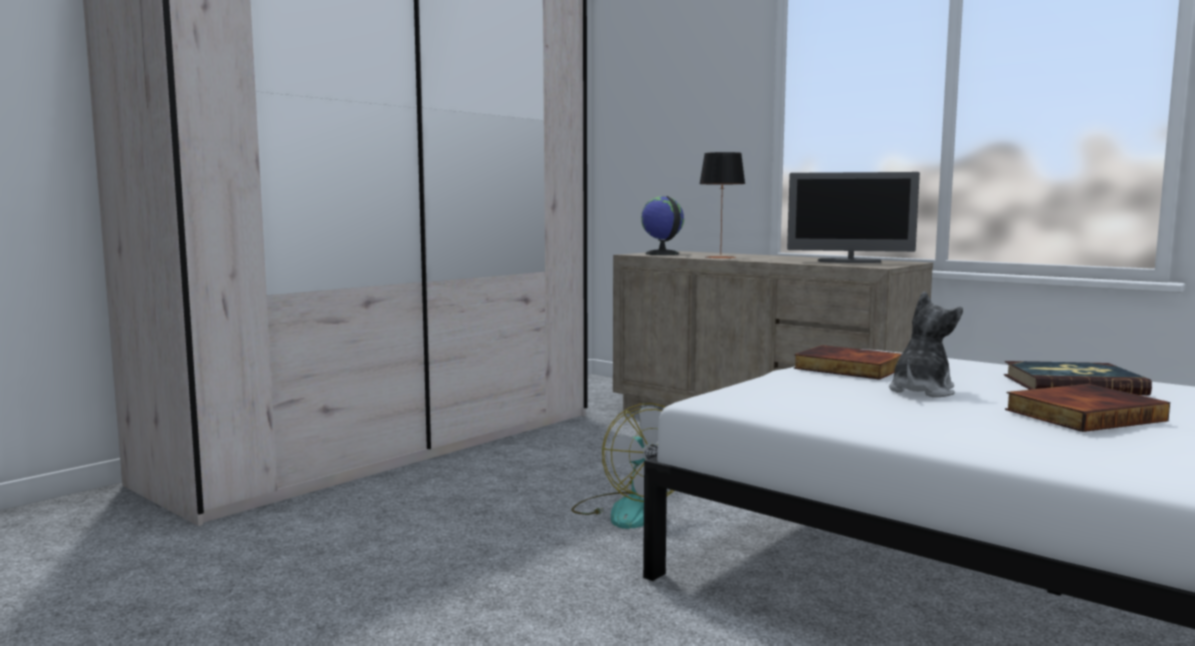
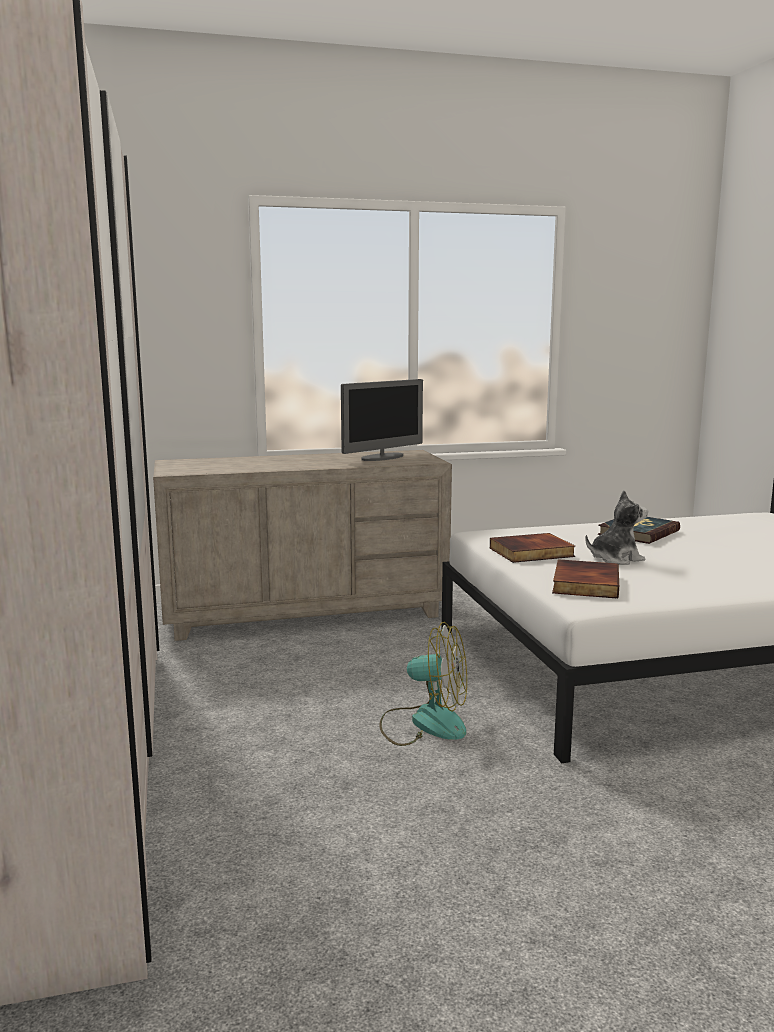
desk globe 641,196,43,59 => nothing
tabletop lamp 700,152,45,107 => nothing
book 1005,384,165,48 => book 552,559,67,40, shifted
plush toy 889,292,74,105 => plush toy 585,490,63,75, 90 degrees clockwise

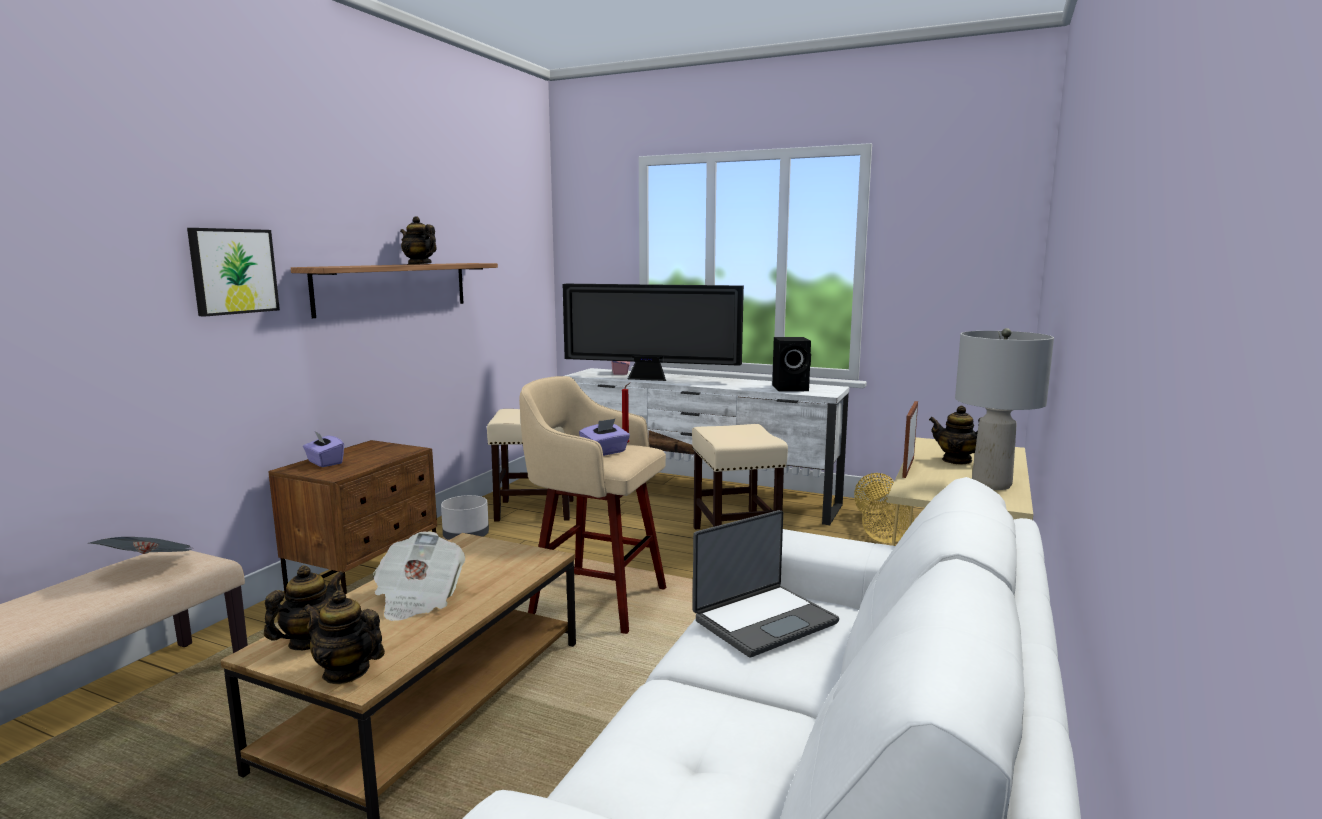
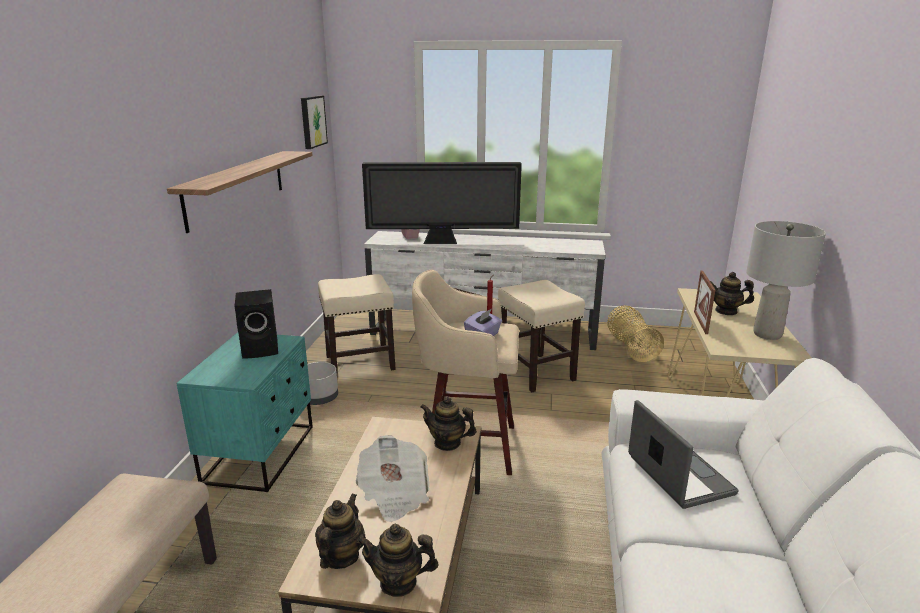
printed paper 88,537,104,17 => nothing
purplish tissue box 303,432,41,35 => nothing
wall picture 187,228,93,89 => wall picture 301,96,27,53, shifted
tea pot 400,216,37,49 => tea pot 420,396,57,55, shifted
blackish loudspeaker 772,337,39,55 => blackish loudspeaker 234,289,44,70, shifted
brown-coloured night table 268,440,169,154 => turquoise-coloured night table 176,332,137,160
portable computer 693,510,146,147 => portable computer 628,400,111,109, 60 degrees counterclockwise

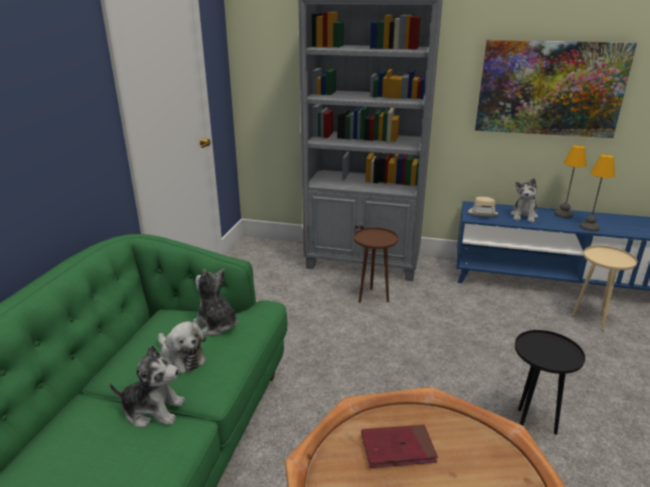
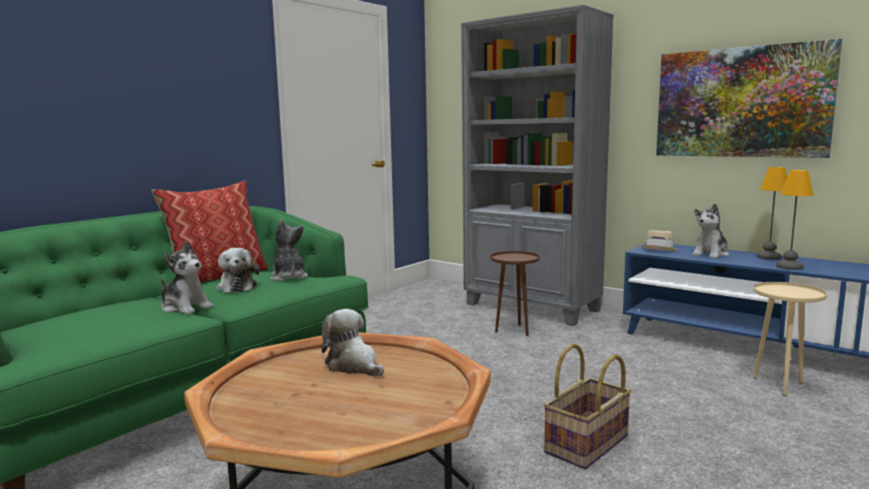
nothing => cushion 151,181,117,102
red-coloured book 361,425,77,43 => plush toy 321,309,63,68
blackish side table 515,330,70,105 => household basket 544,343,87,126

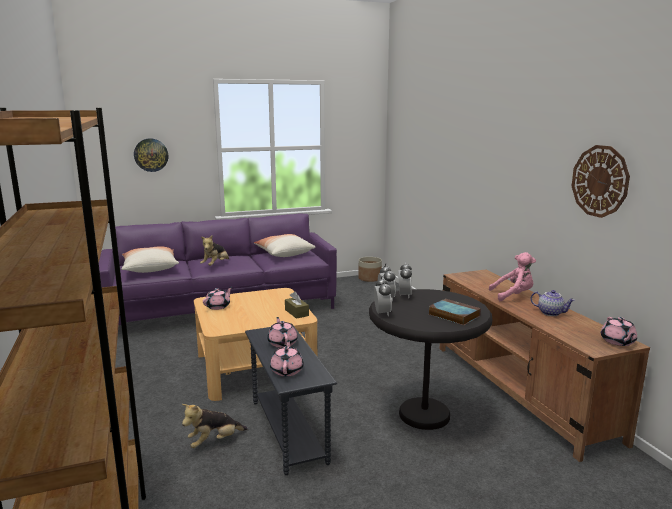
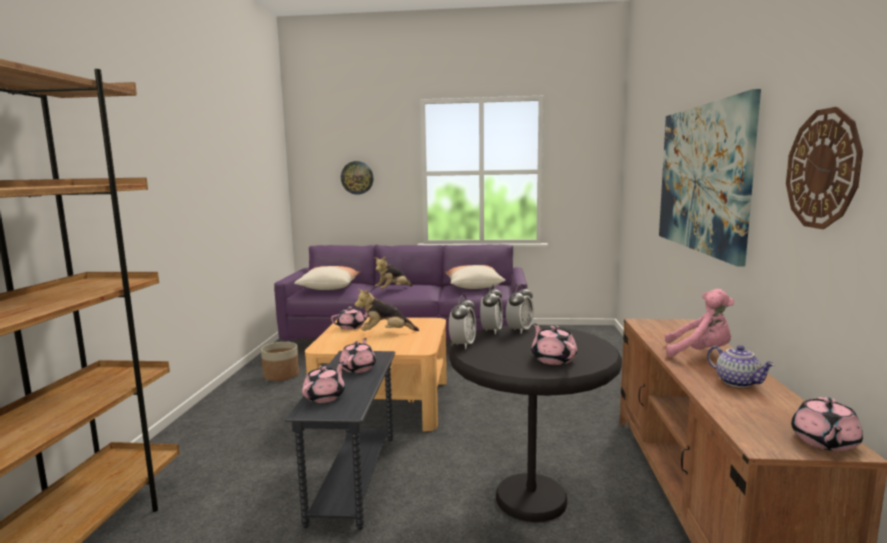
brown-coloured tissue box 285,292,24,27 => nothing
nothing => wall picture 659,89,102,178
plush toy 182,404,66,44 => plush toy 354,289,65,42, shifted
planter 358,257,24,25 => planter 261,342,38,39, shifted
book 429,299,52,26 => pink tea pot 531,323,46,42

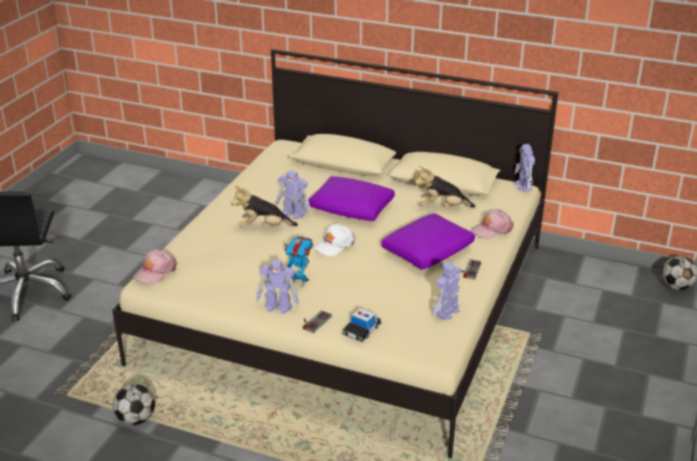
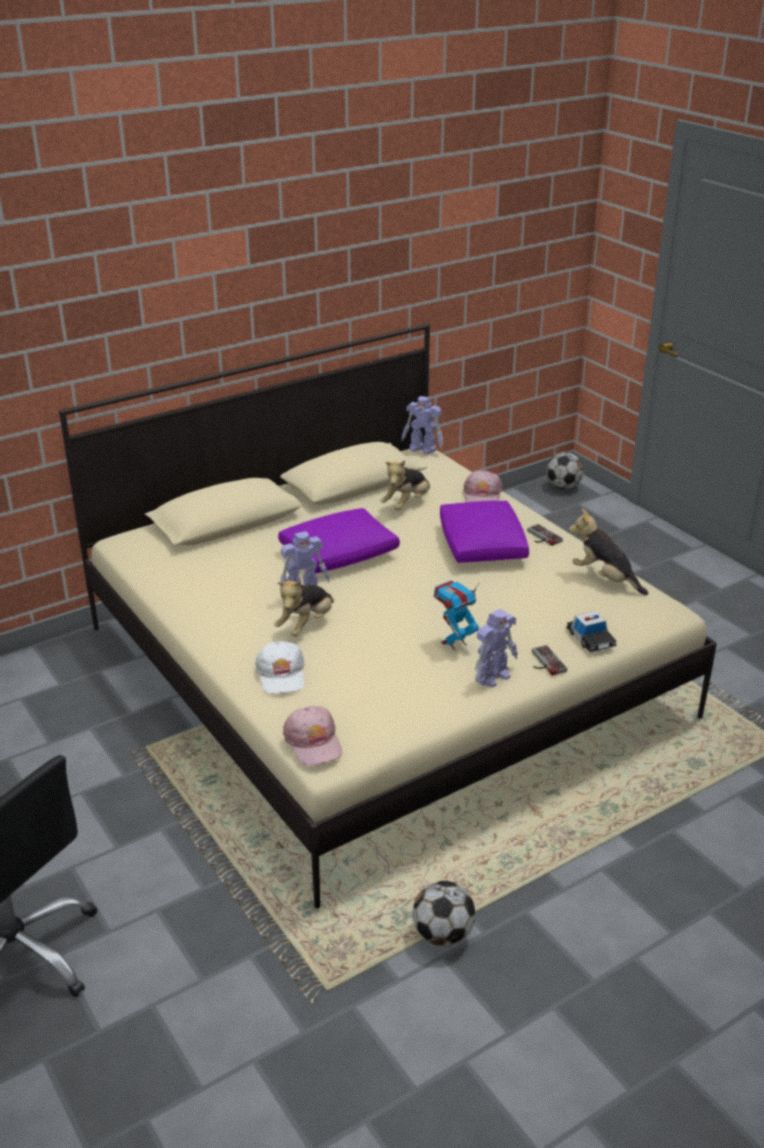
whitish peaked cap 313,223,42,33 => whitish peaked cap 255,641,50,53, shifted
robot figure 433,262,28,58 => plush toy 569,508,79,87

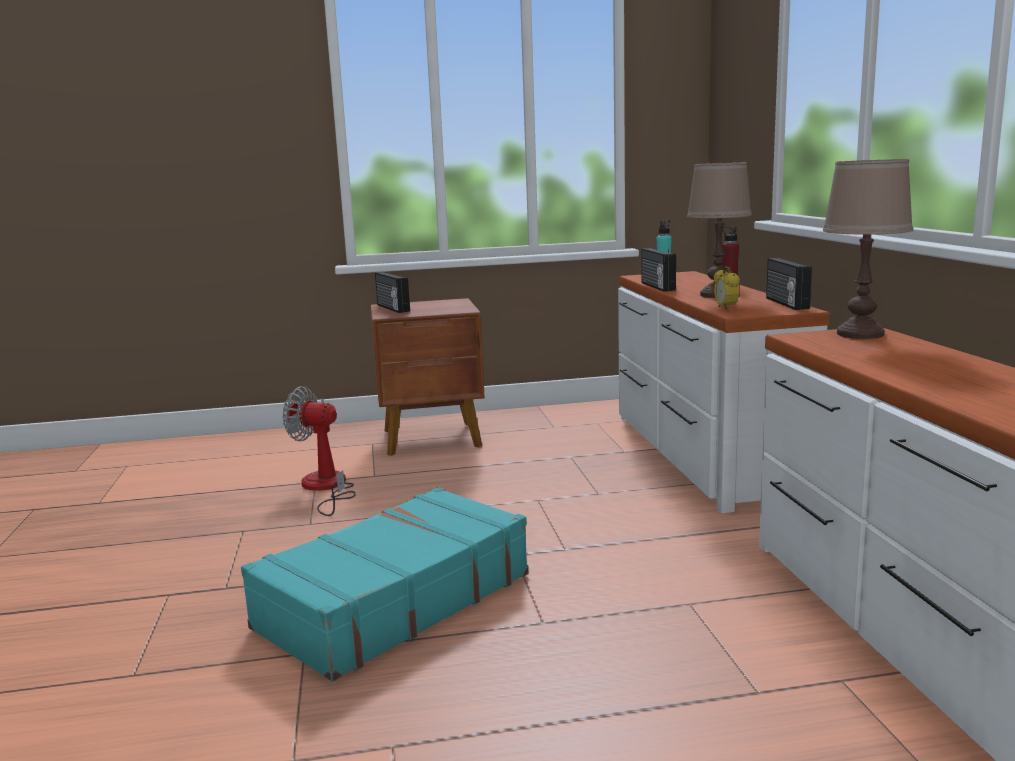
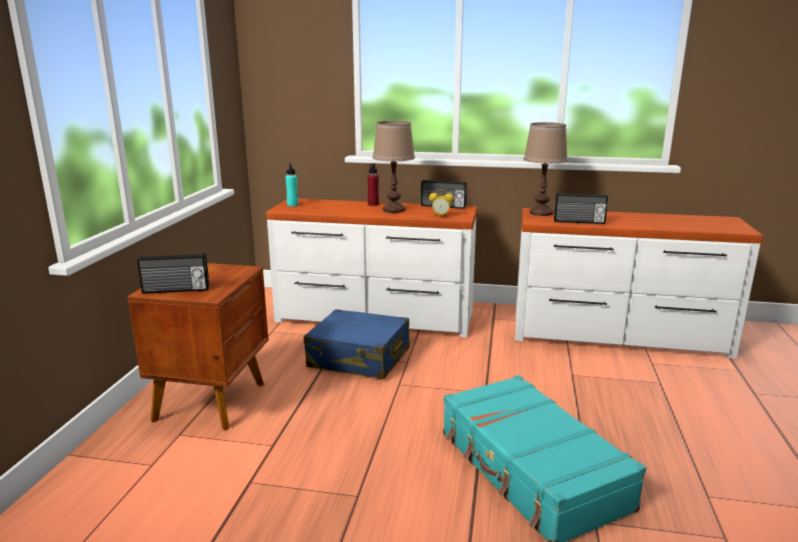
fan 283,386,73,130 => nothing
nothing => blue-coloured travel case 304,309,106,70
radio 642,248,34,44 => radio 554,193,54,31, shifted

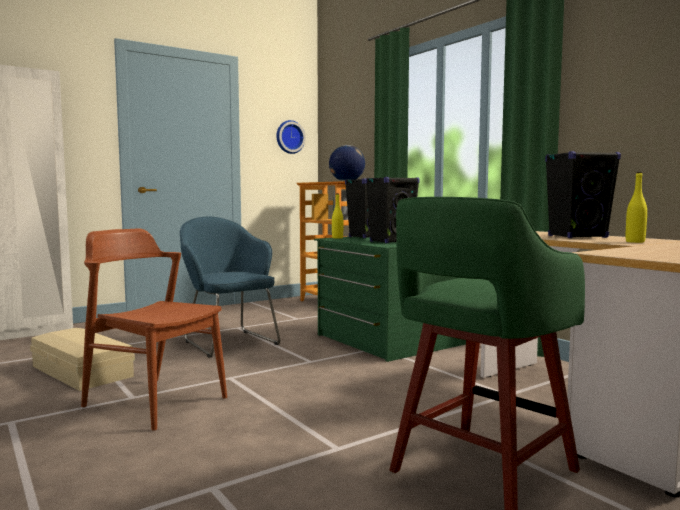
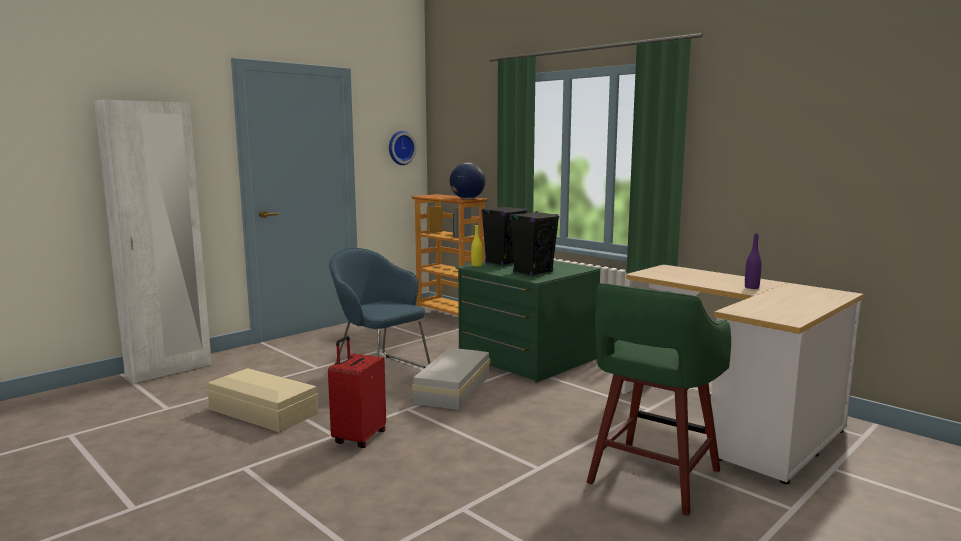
blackish loudspeaker 545,151,76,87 => nothing
nothing => whitish storage bin 412,348,78,62
brown-coloured plain chair 81,228,146,203 => red-coloured travel case 328,336,58,112
yellow beverage bottle 626,172,21,71 => purplish beverage bottle 745,233,17,56

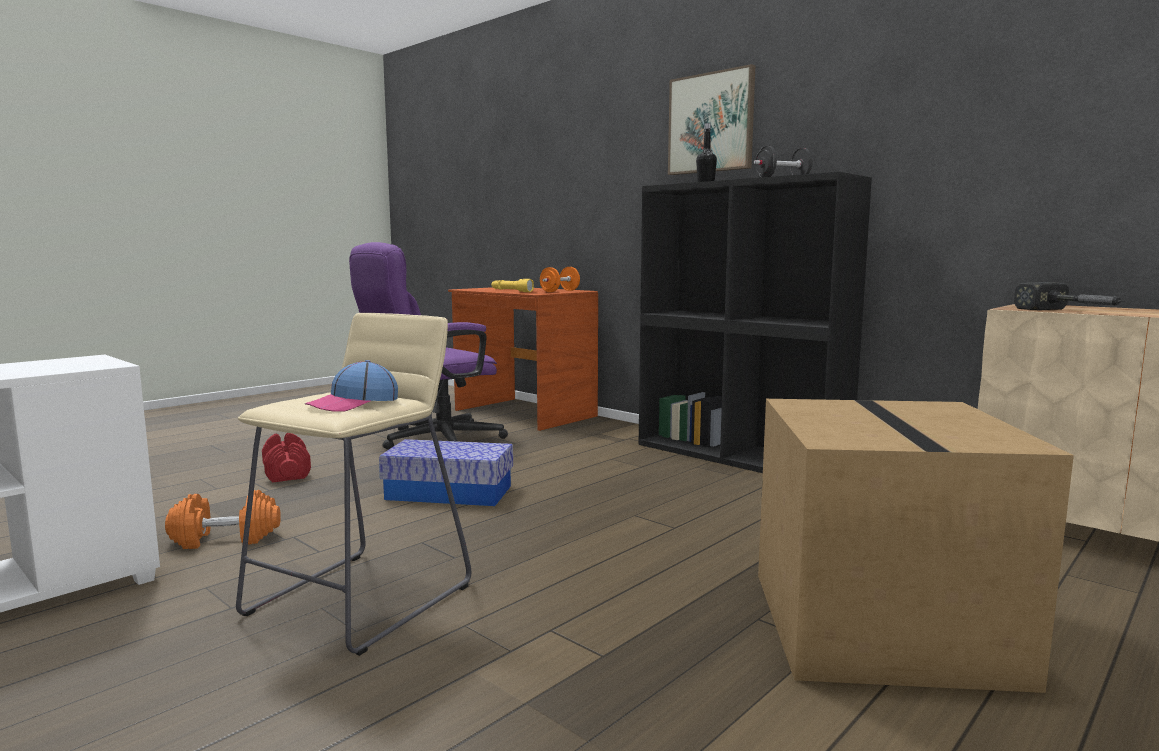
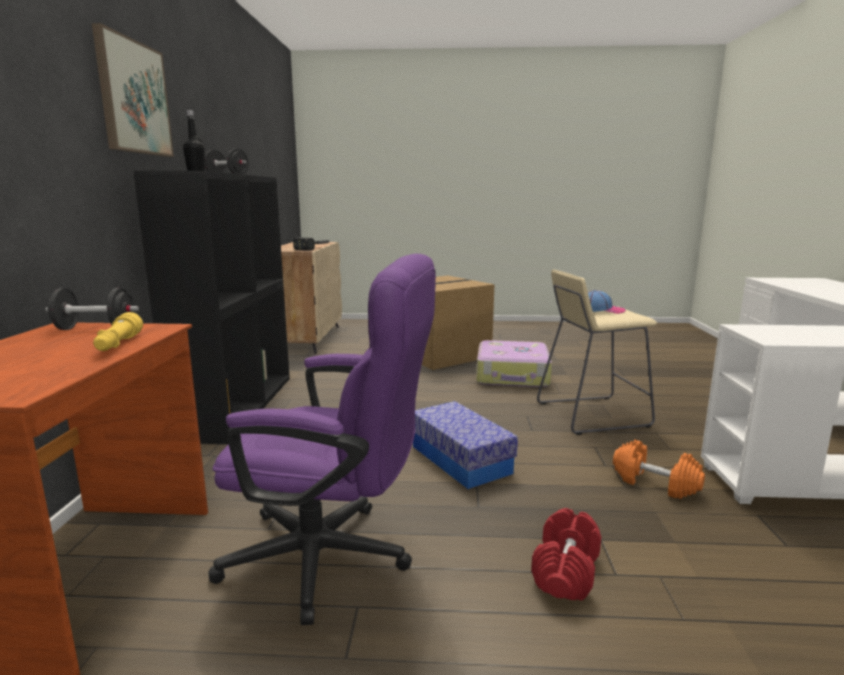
nothing => travel case 477,340,75,47
orange-coloured dumbbell 540,267,40,25 => blackish dumbbell 46,288,93,42

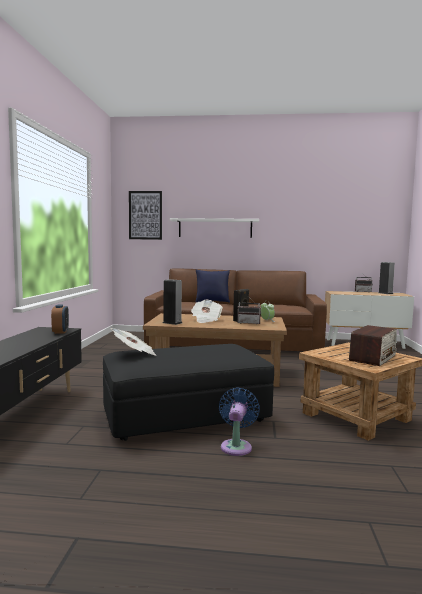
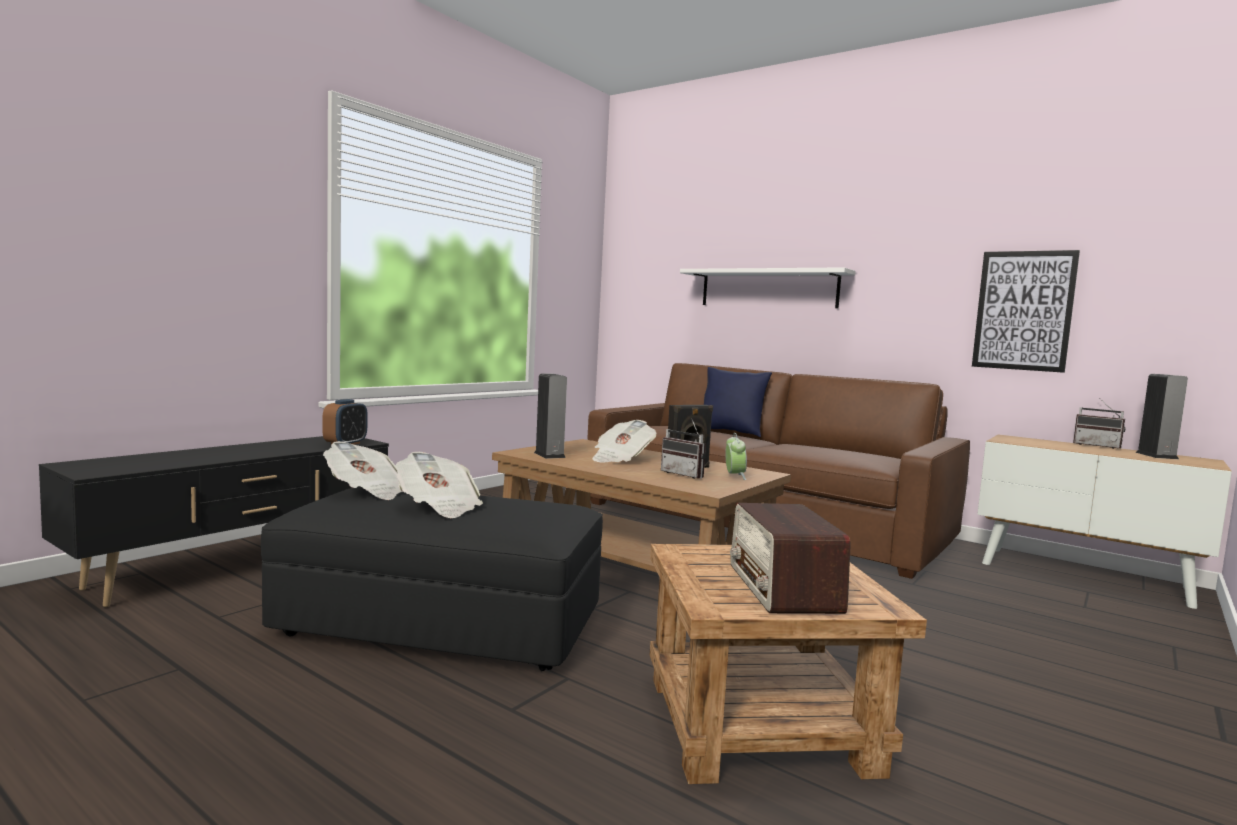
blue-coloured fan 219,388,41,68 => nothing
nothing => printed paper 396,452,87,66
wall picture 129,191,33,49 => wall picture 972,250,108,123, shifted
radio 349,325,48,41 => radio 730,503,120,111, 105 degrees clockwise

